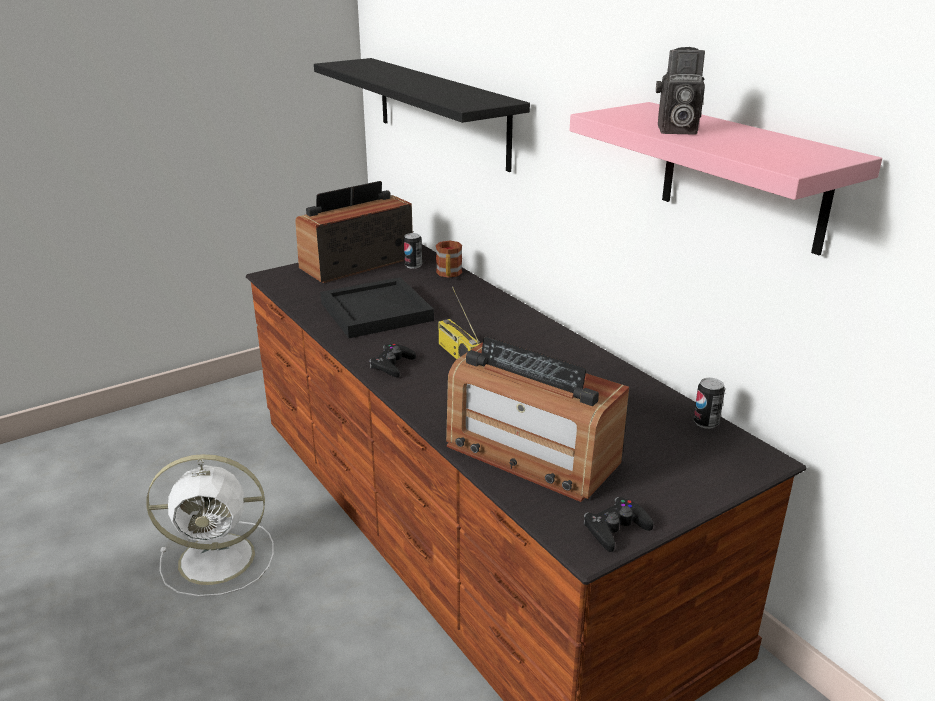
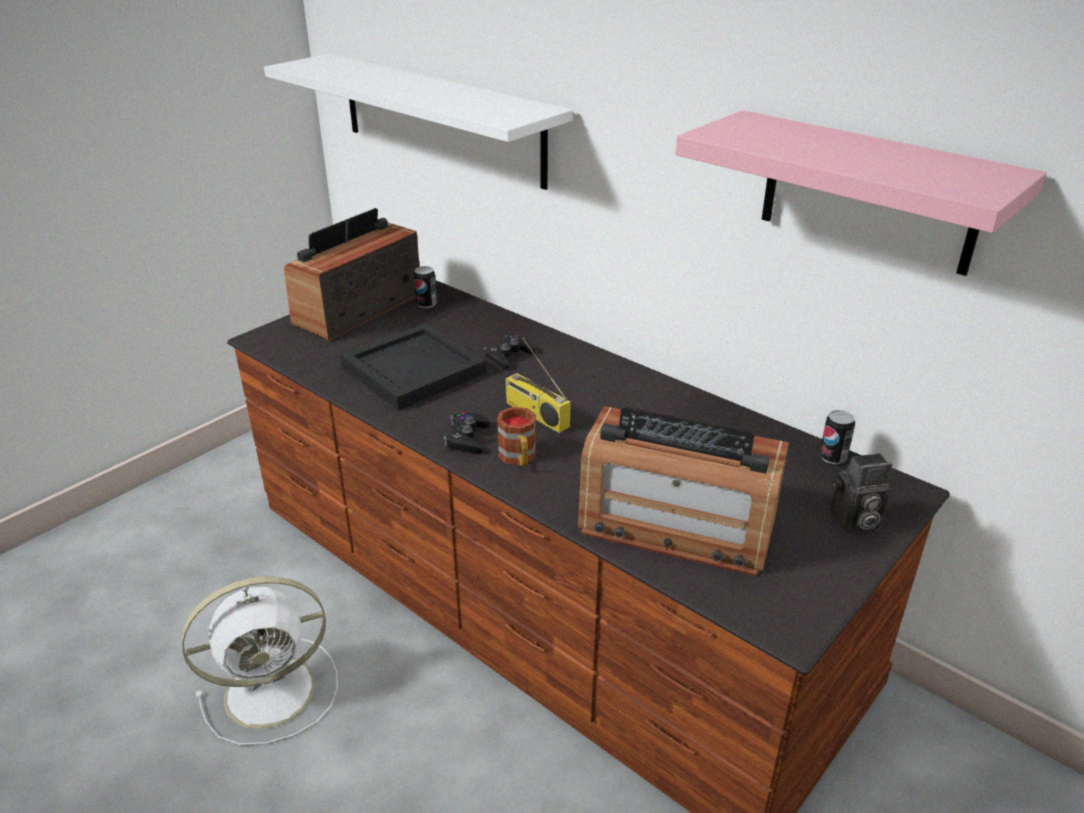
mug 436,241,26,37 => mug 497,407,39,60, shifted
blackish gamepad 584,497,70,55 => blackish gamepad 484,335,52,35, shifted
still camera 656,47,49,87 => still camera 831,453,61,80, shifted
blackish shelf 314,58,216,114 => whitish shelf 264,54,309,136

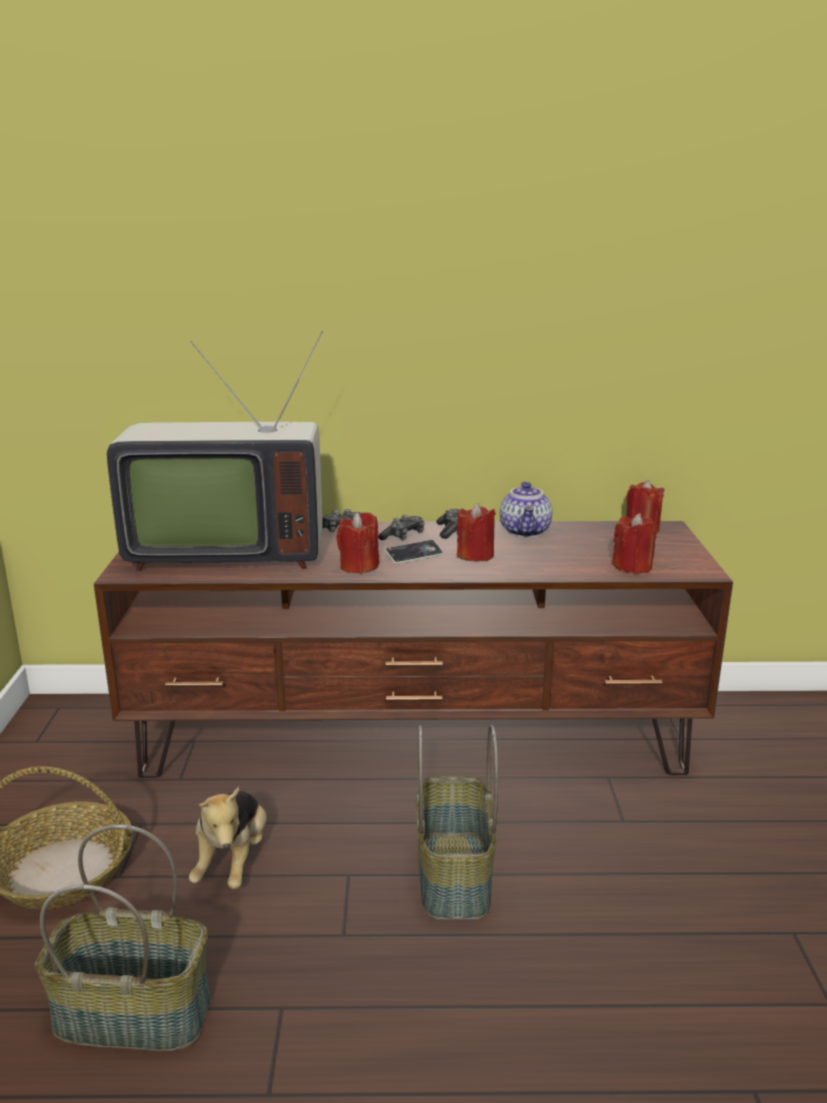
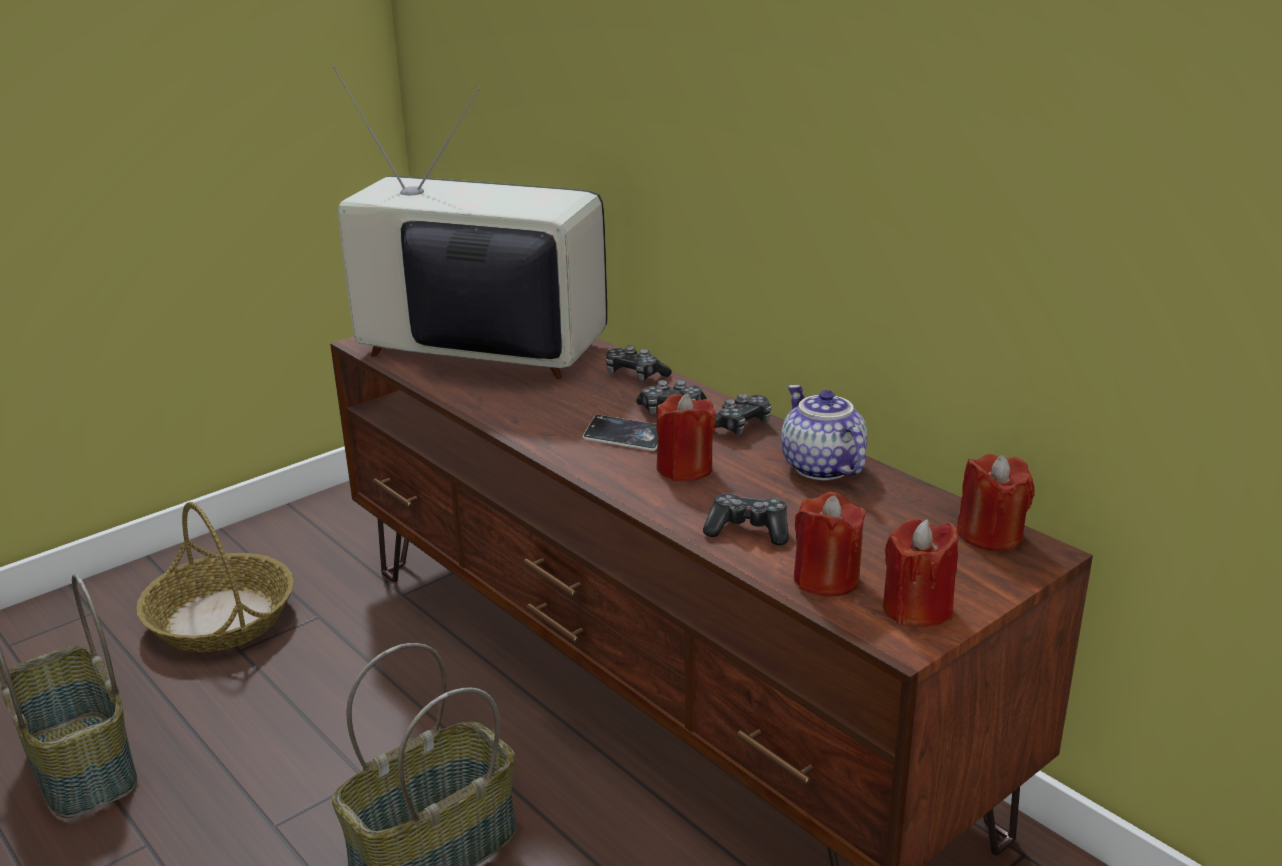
plush toy 189,787,78,102 => nothing
nothing => gamepad 703,493,86,52
red-coloured wax candle 336,512,43,62 => red-coloured wax candle 883,519,75,108, shifted
TV 107,331,216,240 => TV 333,66,274,313, 150 degrees clockwise
tea pot 500,482,52,56 => tea pot 781,385,87,95, 105 degrees clockwise

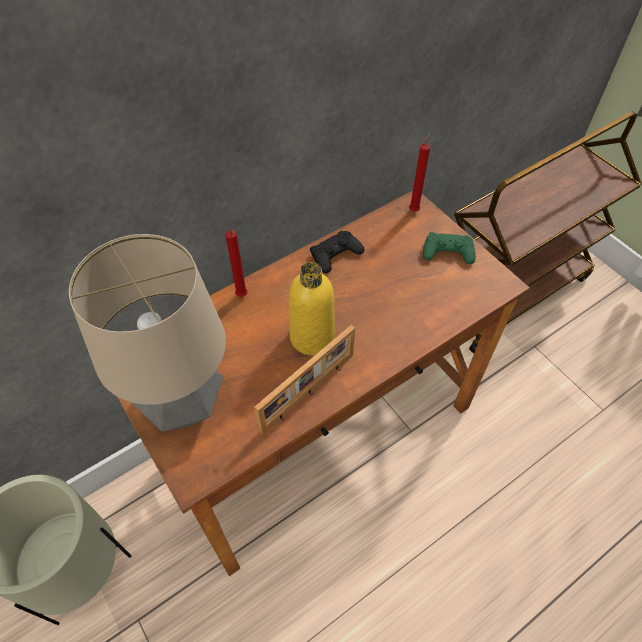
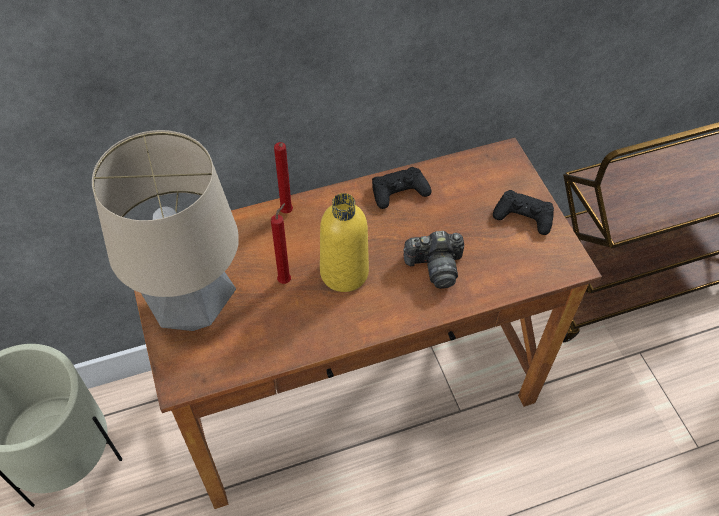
standing frame 254,325,101,109 => nothing
nothing => still camera 403,231,61,58
red-coloured wax candle 409,132,21,80 => red-coloured wax candle 271,203,20,81, shifted
green gamepad 423,232,53,32 => blackish gamepad 493,190,61,45

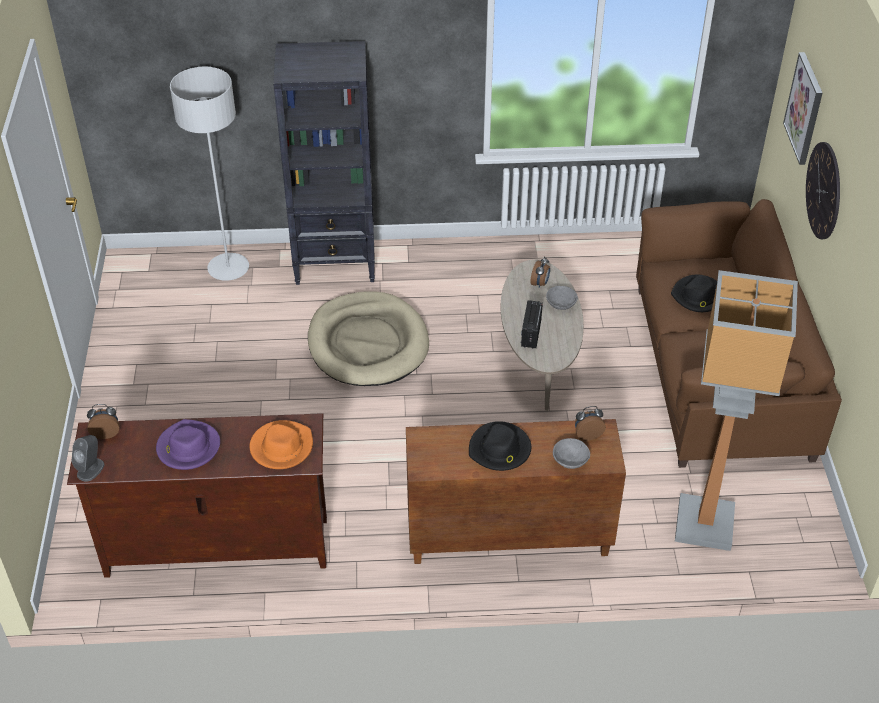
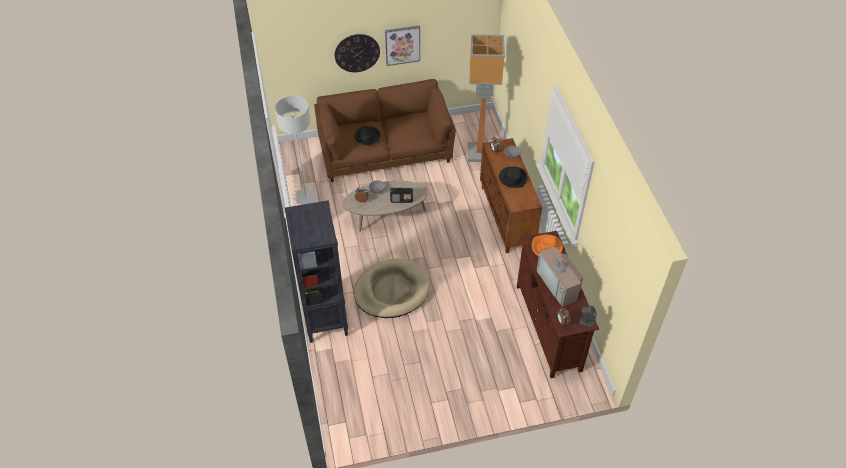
gray standing lamp 170,66,79,215 => gray standing lamp 275,96,42,109, shifted
wall picture 783,52,39,113 => wall picture 385,25,35,41, shifted
purplish wearable hat 156,419,64,51 => TV 537,239,46,68

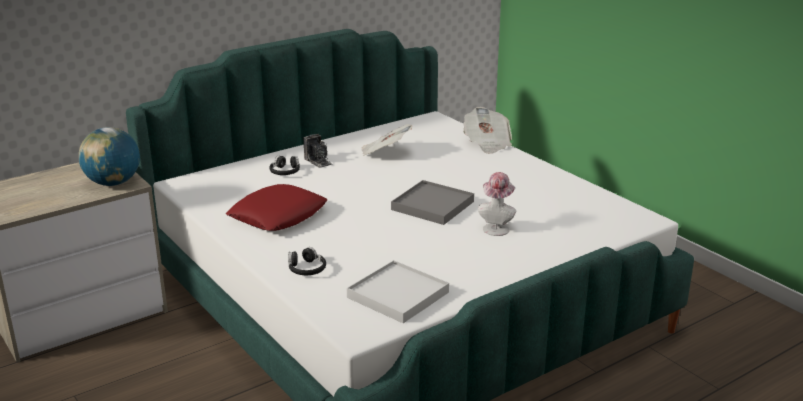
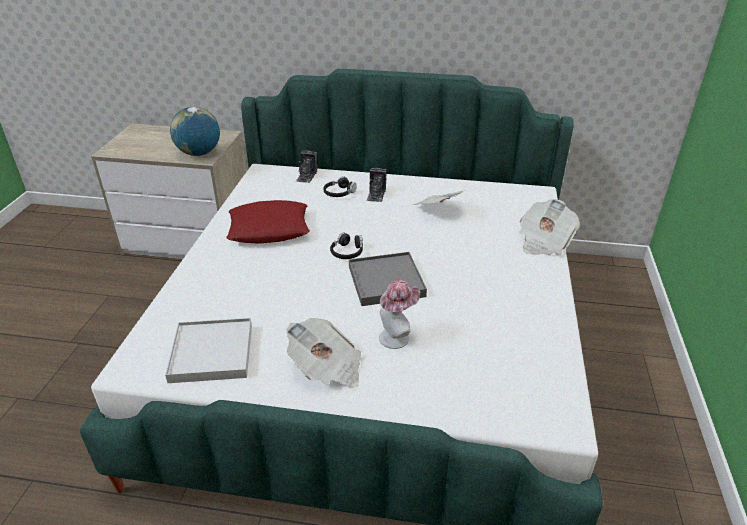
nothing => printed paper 286,318,75,70
nothing => still camera 296,151,21,32
blackish pair of headphones 288,247,38,28 => blackish pair of headphones 330,232,33,27, shifted

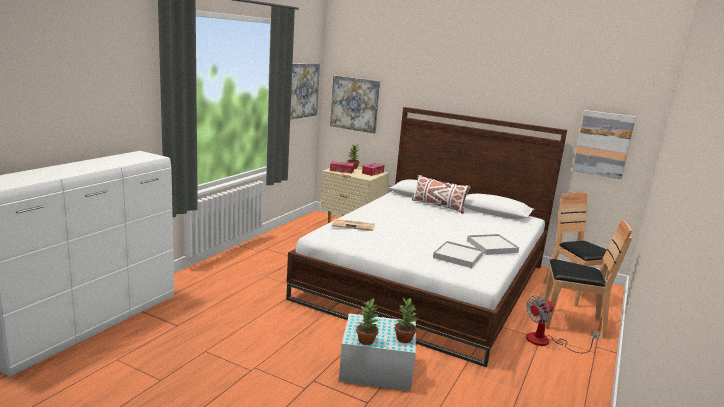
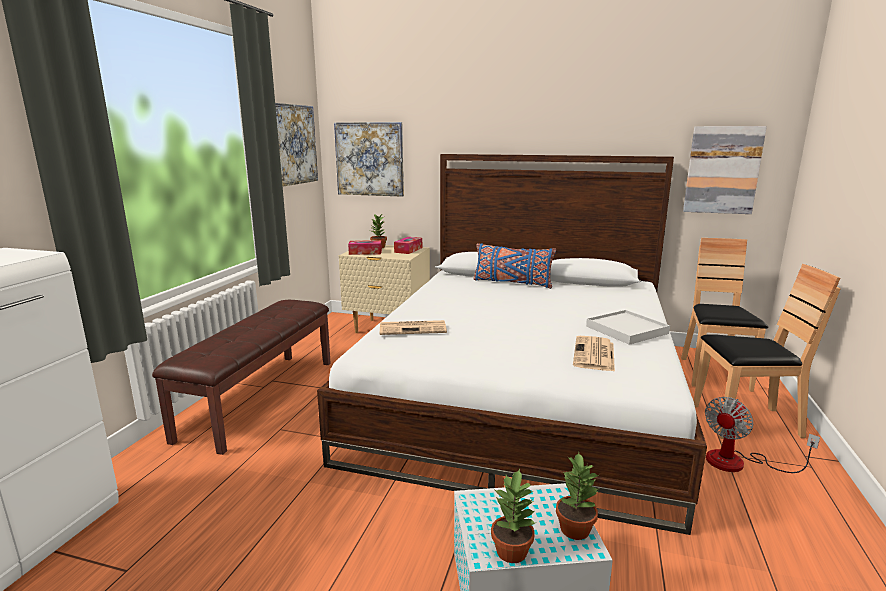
nothing => brown-coloured indoor bench 152,300,178,155
whitish serving tray 433,241,50,27 => printed paper 573,336,42,36
whitish cushion 412,175,59,39 => blue-coloured cushion 474,243,82,46
brown-coloured plain chair 543,193,67,113 => brown-coloured plain chair 681,238,87,154, 45 degrees clockwise

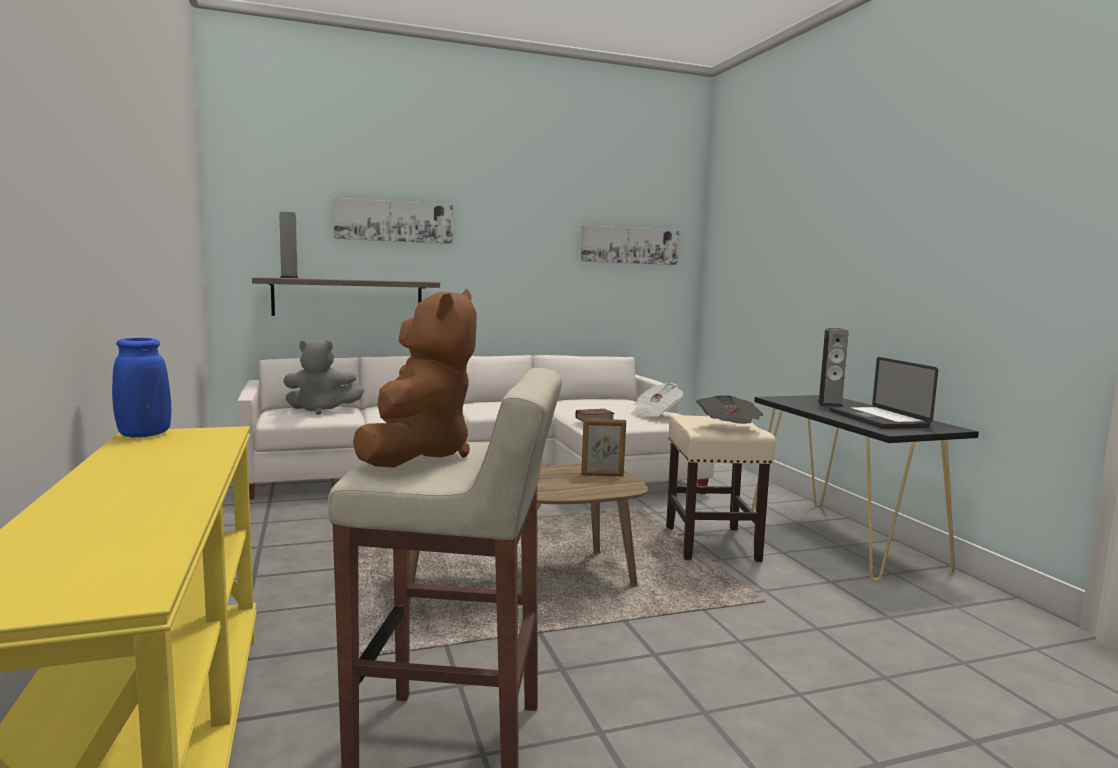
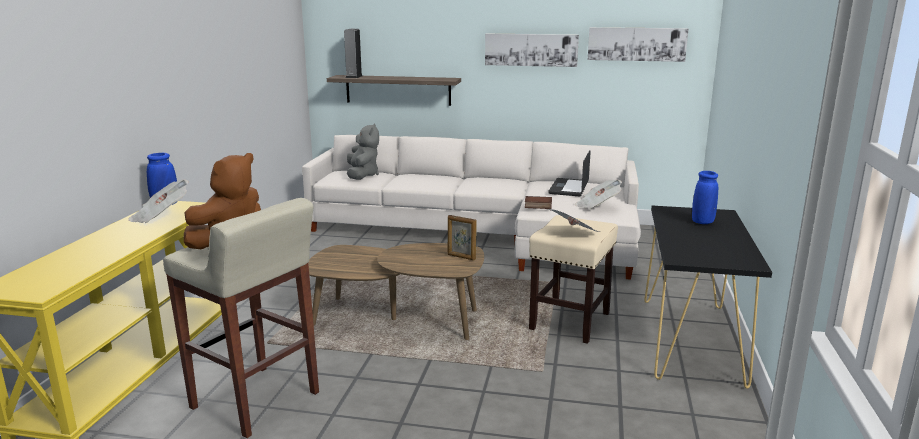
nothing => printed paper 128,180,61,43
wall picture 333,198,120,46 => wall picture 485,34,94,33, shifted
portable computer 829,357,109,72 => portable computer 548,150,43,46, shifted
loudspeaker 817,328,31,79 => blue-coloured vase 692,171,26,53
gray plush toy 283,340,81,75 => gray plush toy 347,123,32,57, 120 degrees counterclockwise

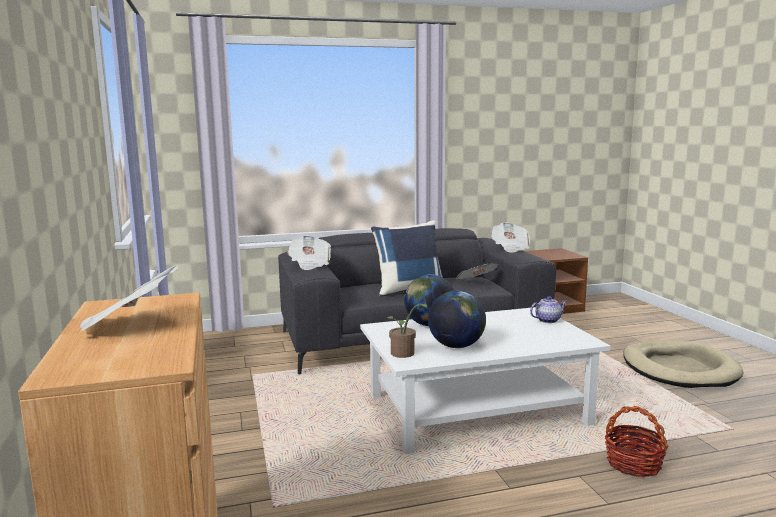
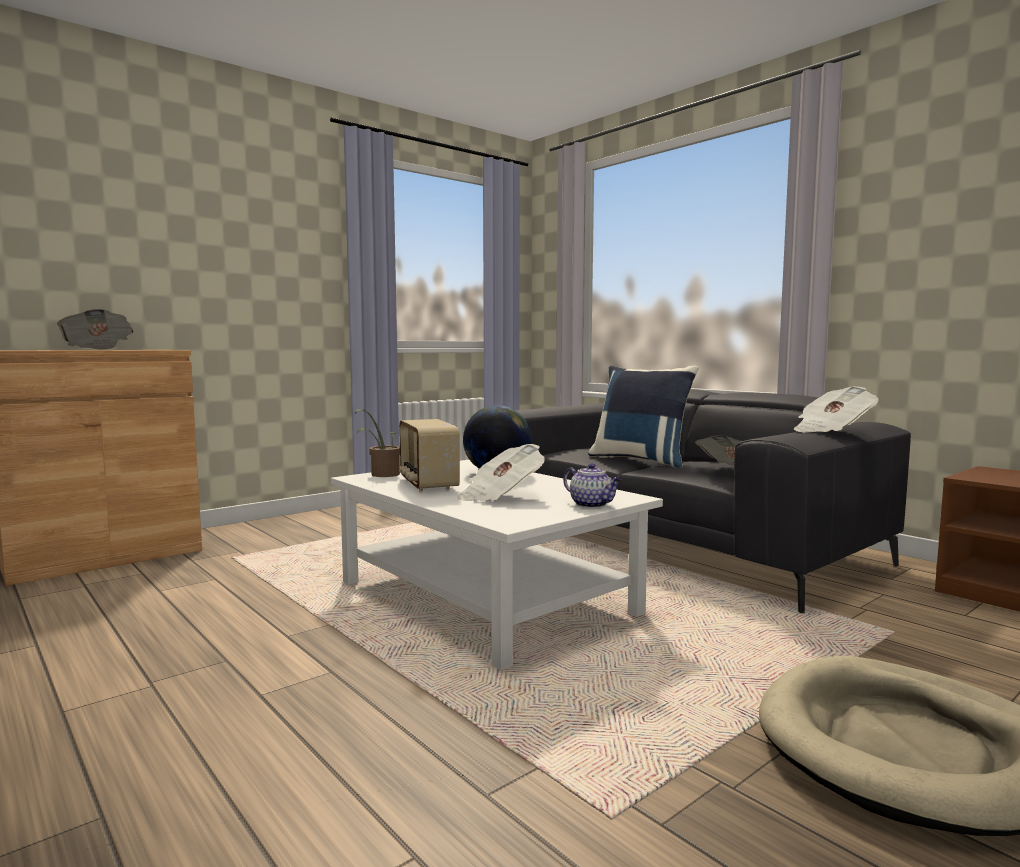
household basket 605,406,63,71 => nothing
printed paper 287,235,44,35 => printed paper 457,444,88,57, shifted
desk globe 428,291,58,57 => radio 399,419,61,73

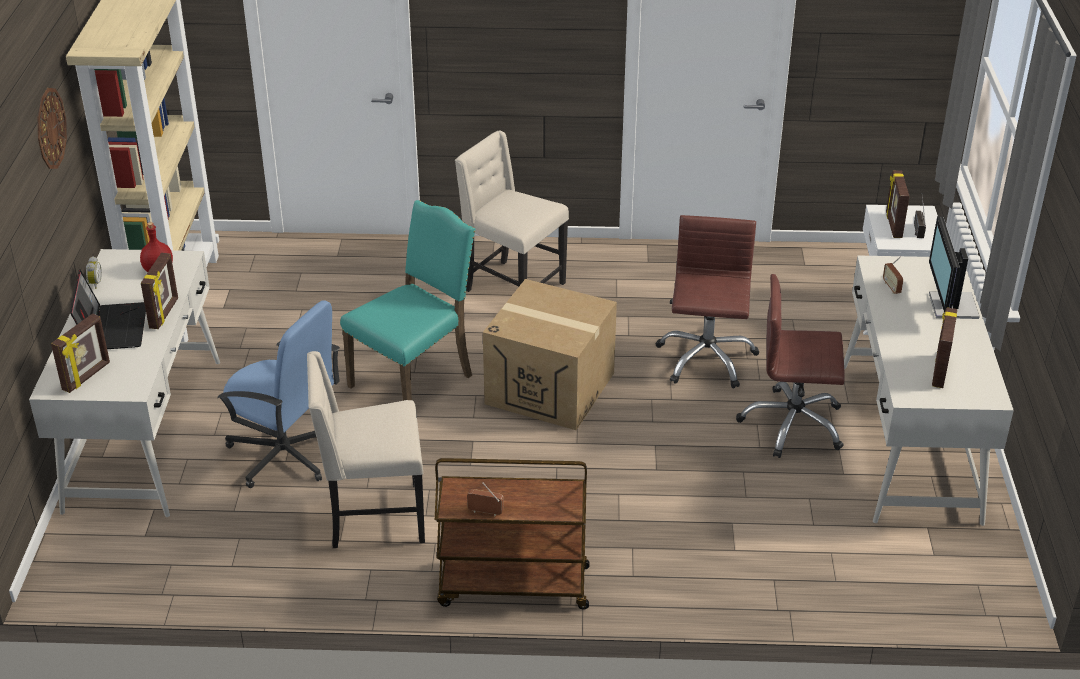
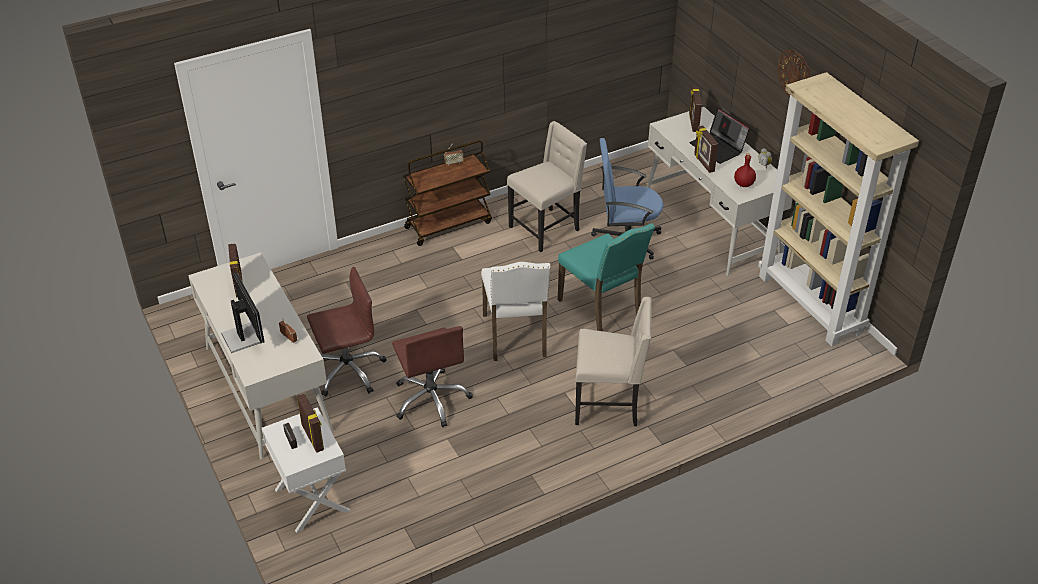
cardboard box 483,279,134,151 => whitish plain chair 481,262,70,99
turquoise-coloured plain chair 340,200,136,201 => turquoise-coloured plain chair 558,223,97,108, 45 degrees counterclockwise

